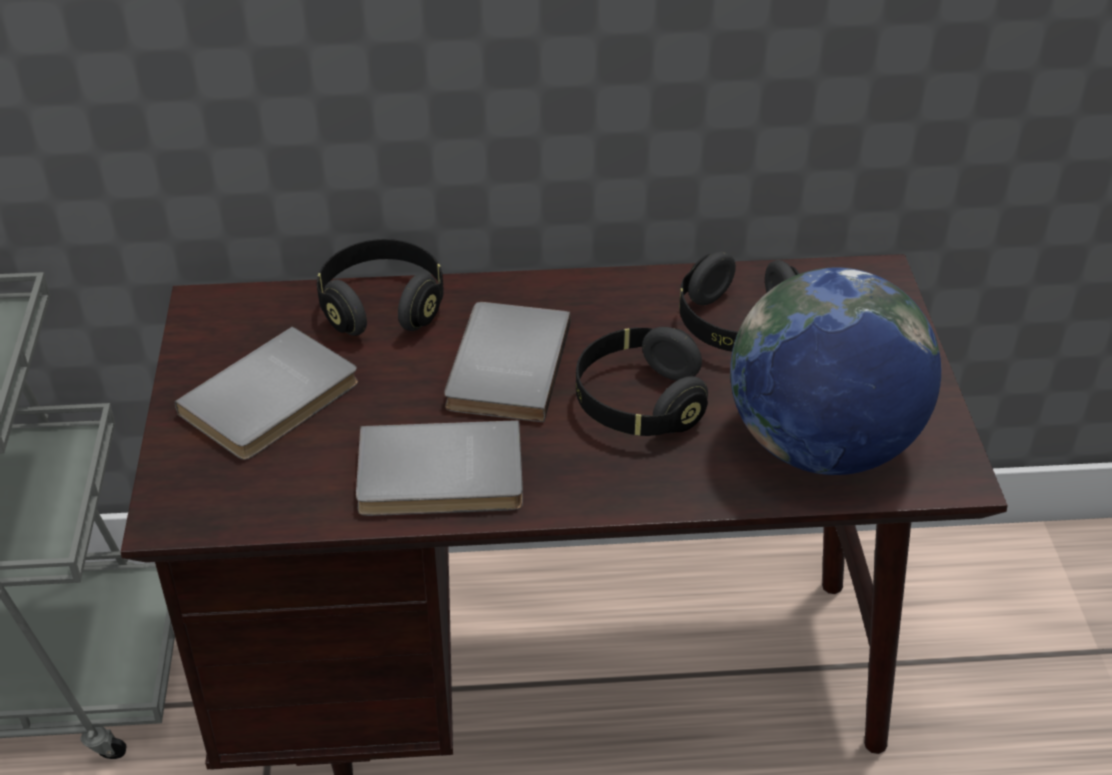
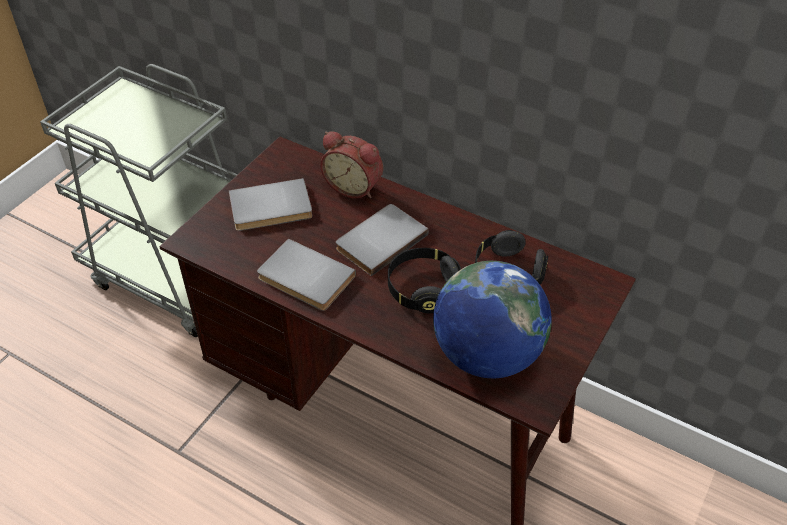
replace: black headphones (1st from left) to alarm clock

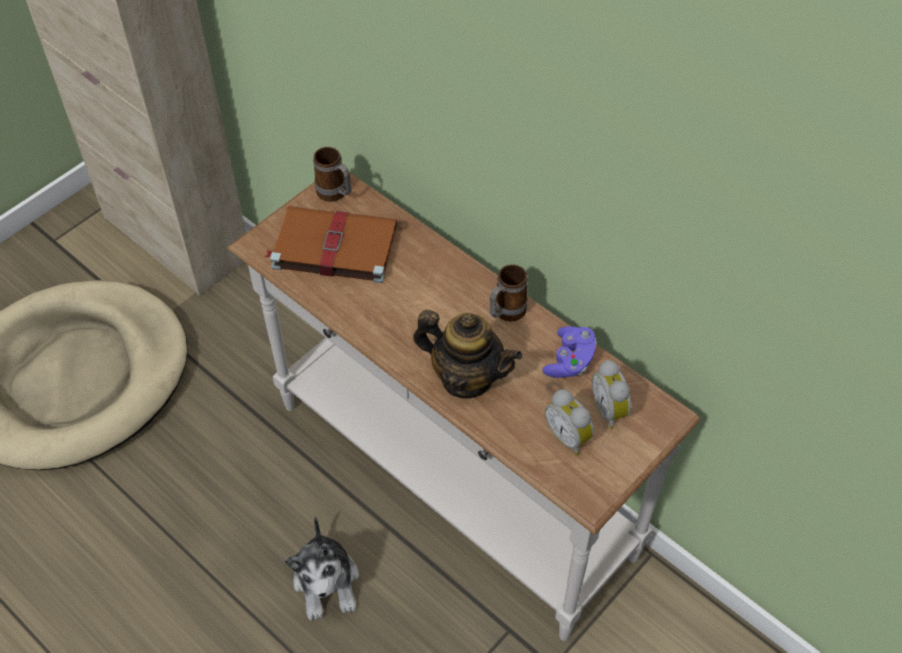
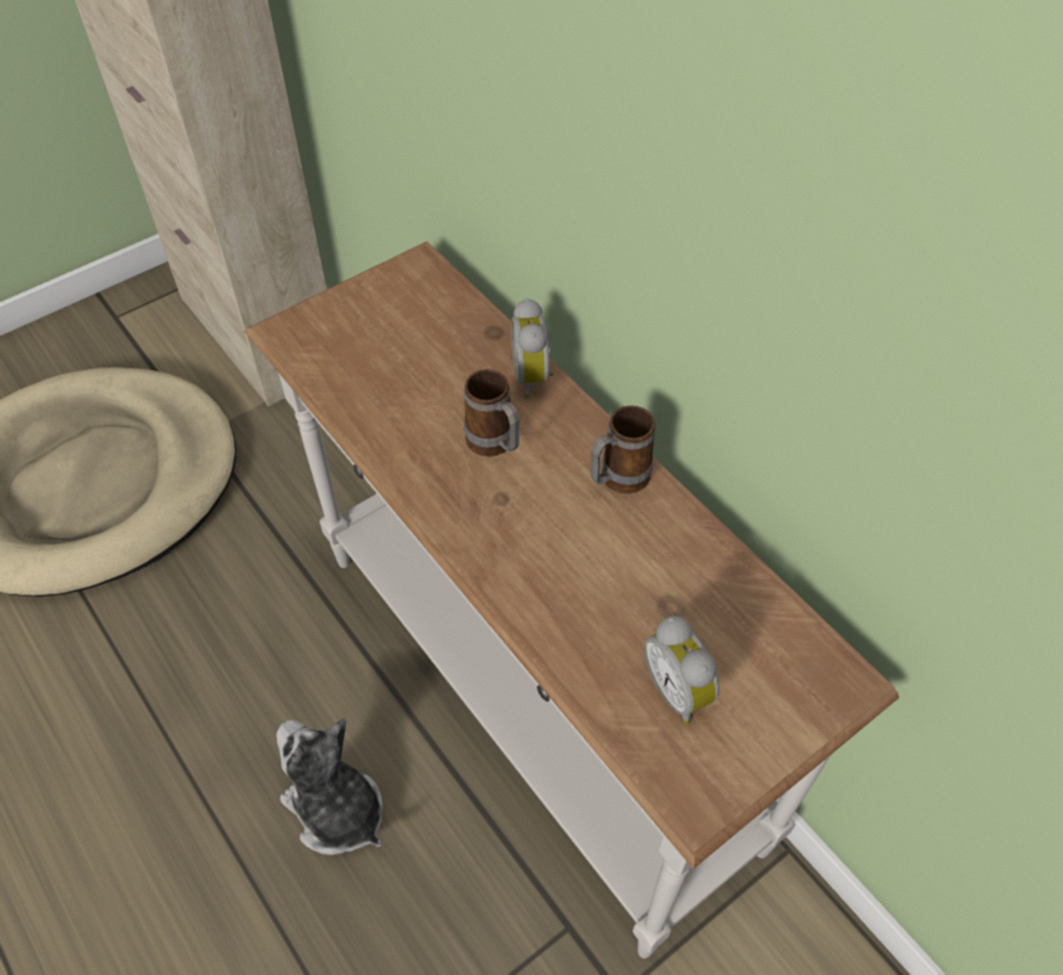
delete: brown book; teapot; purple game controller
move: mug (1st from left); alarm clock (2nd from left in the first image) to alarm clock (1st from left)
rotate: plush toy 135 degrees clockwise

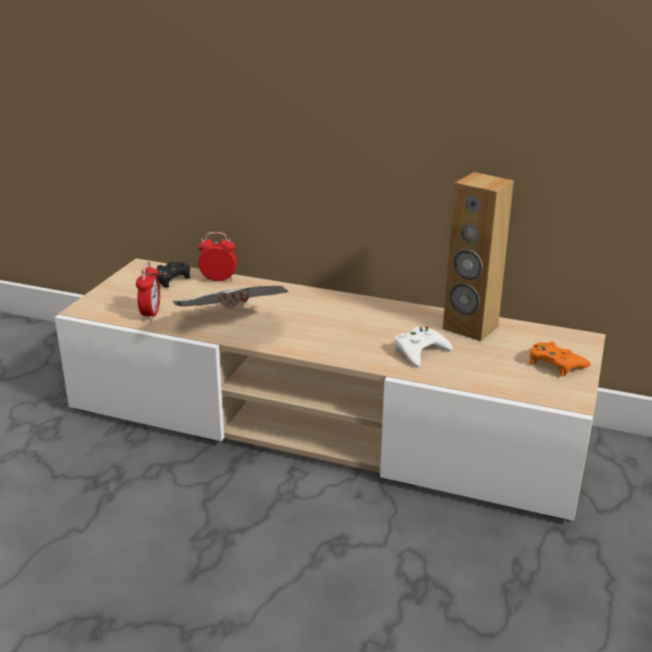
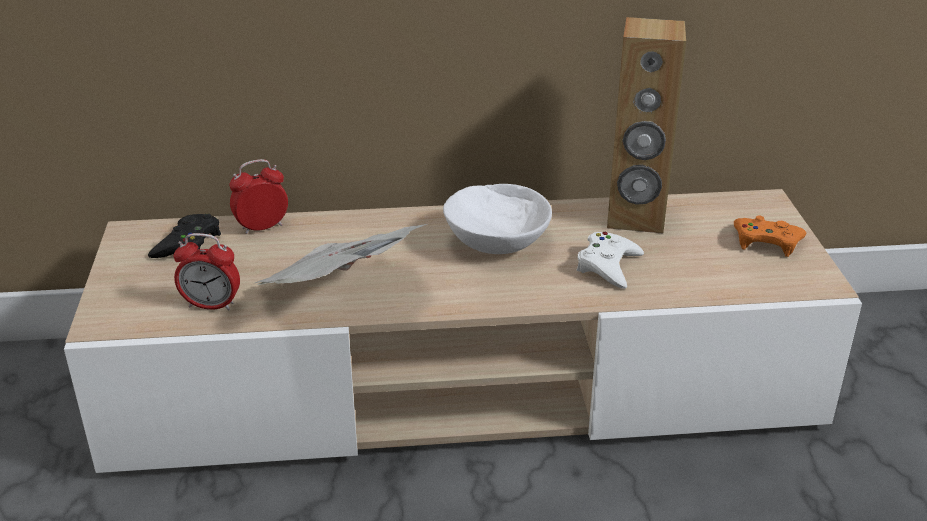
insert: white bowl
rotate: alarm clock (1st from left) 120 degrees clockwise

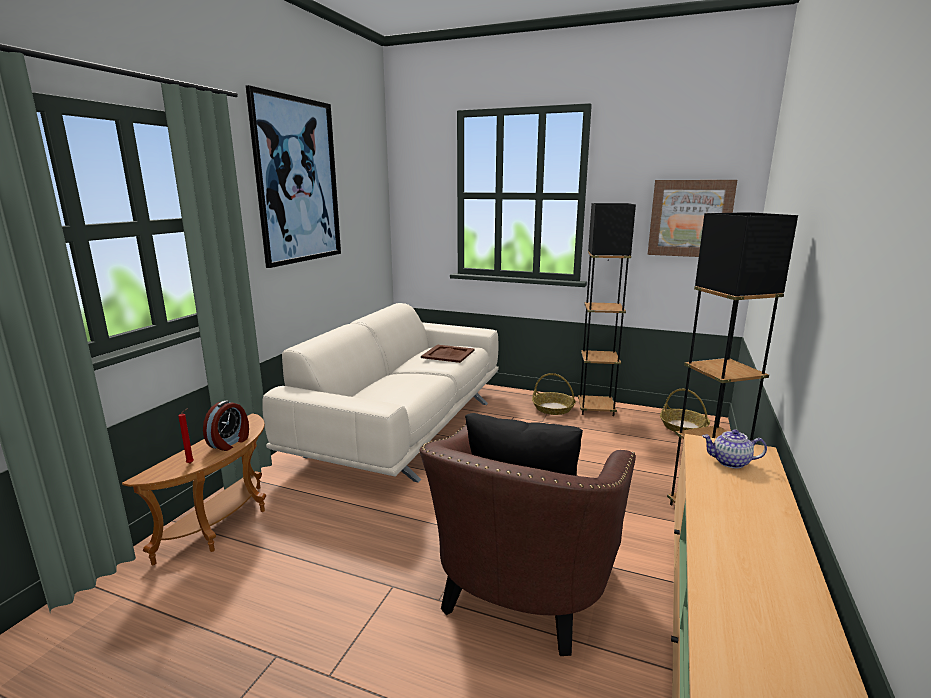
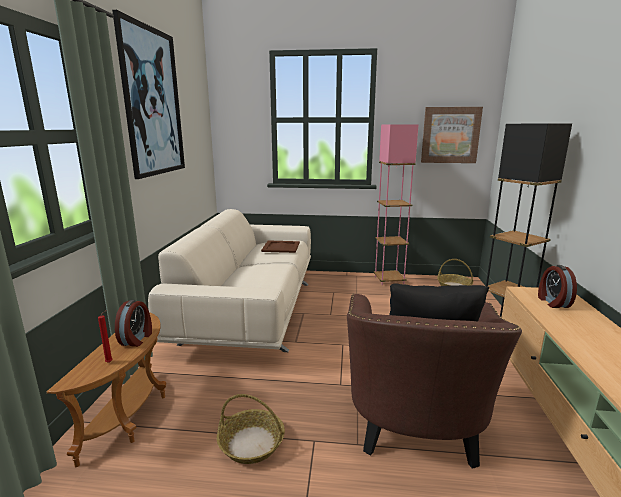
move: basket (1st from left)
replace: teapot to alarm clock (2nd from left)
recolor: black floor lamp (1st from left) to pink floor lamp

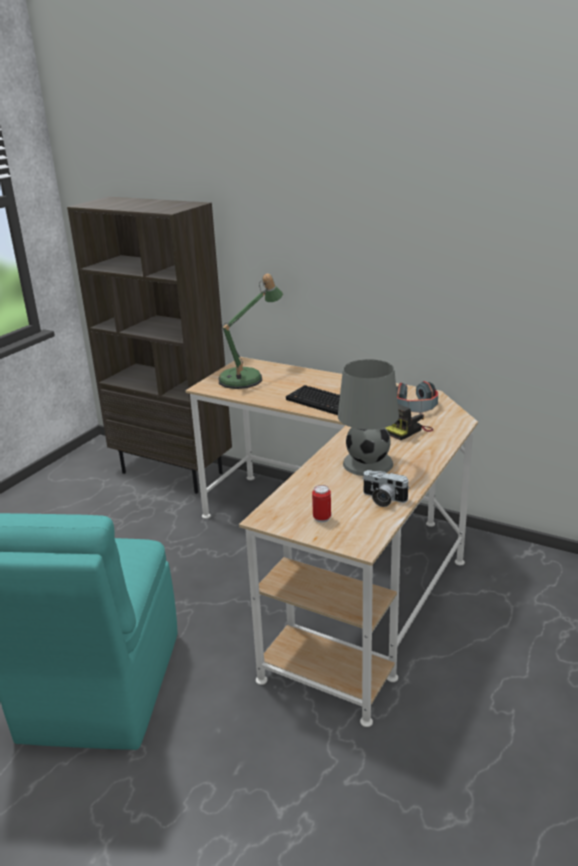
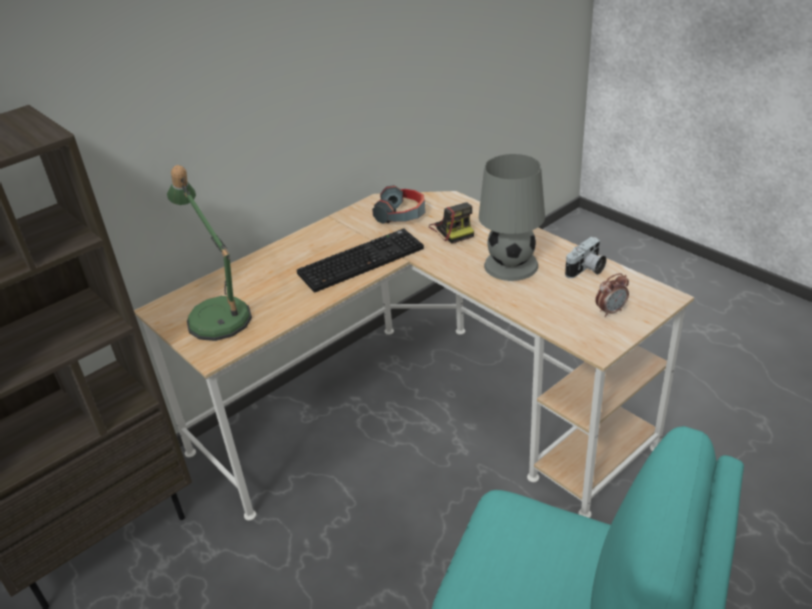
replace: can to alarm clock

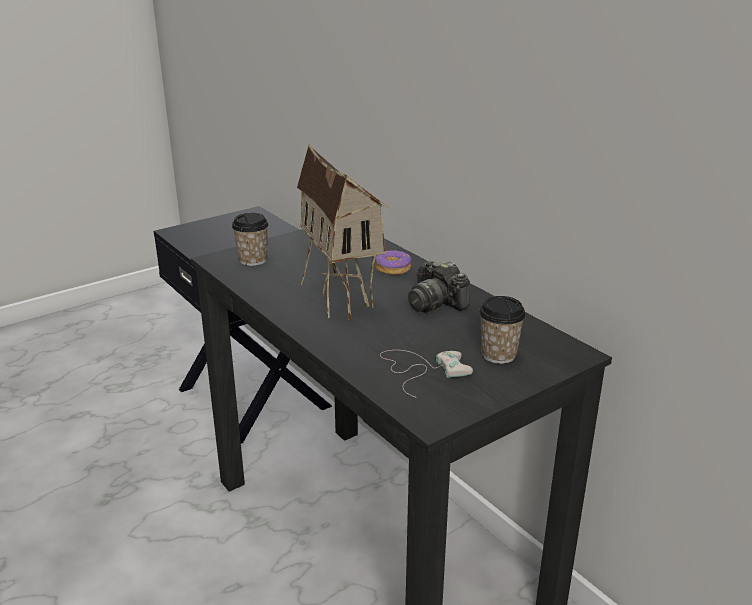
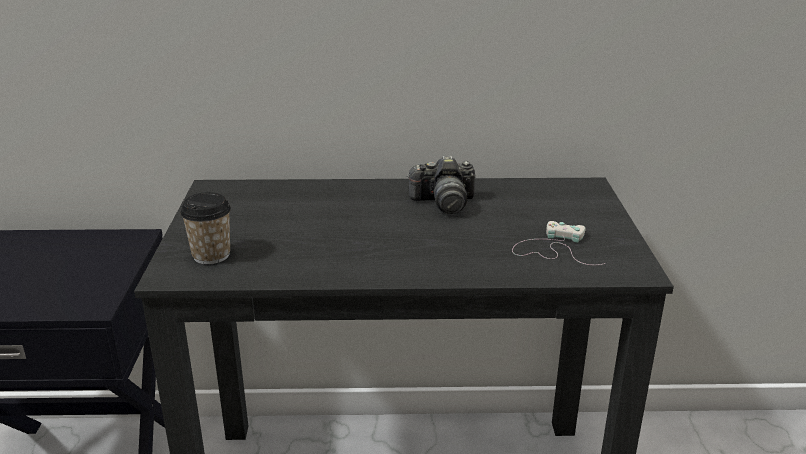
delete: toy house; donut; cup (2nd from left)

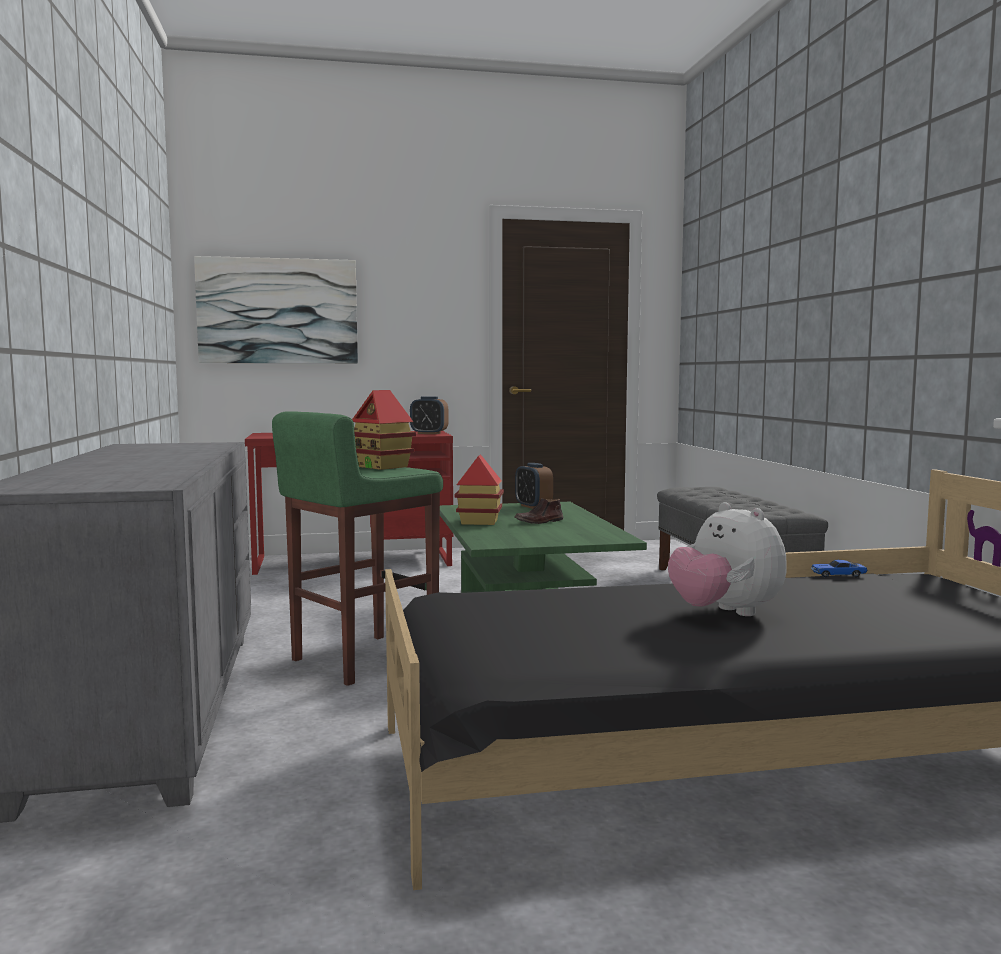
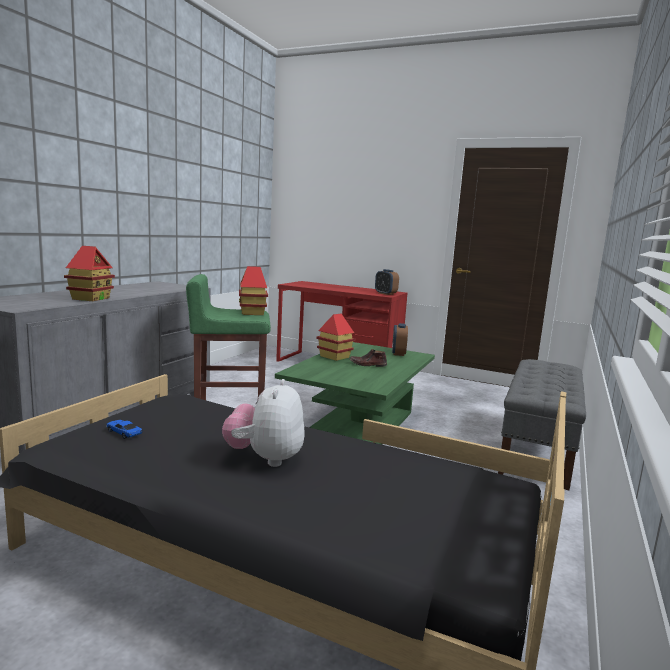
delete: picture
insert: toy house (1st from left)
move: toy car

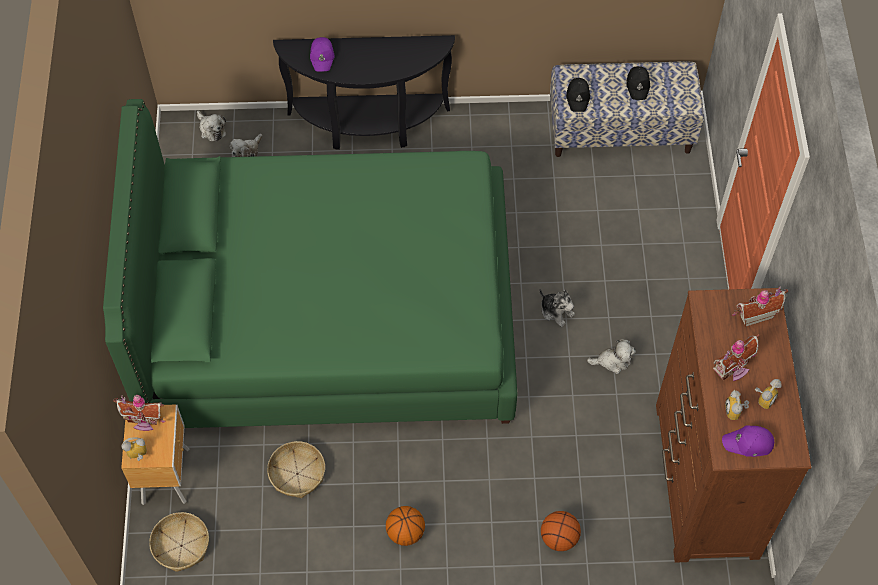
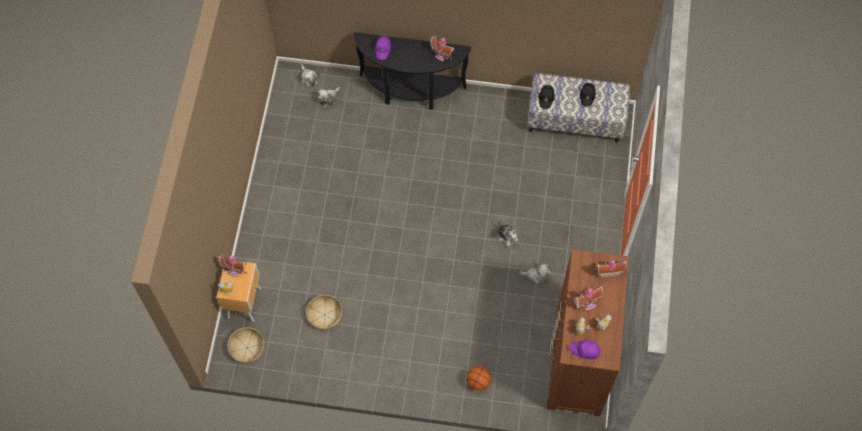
delete: green bed; basketball (1st from left)
insert: toy house (2nd from left)

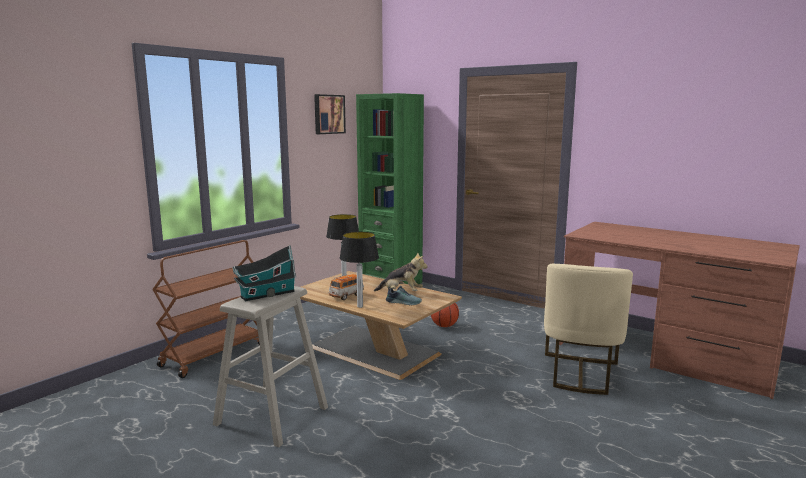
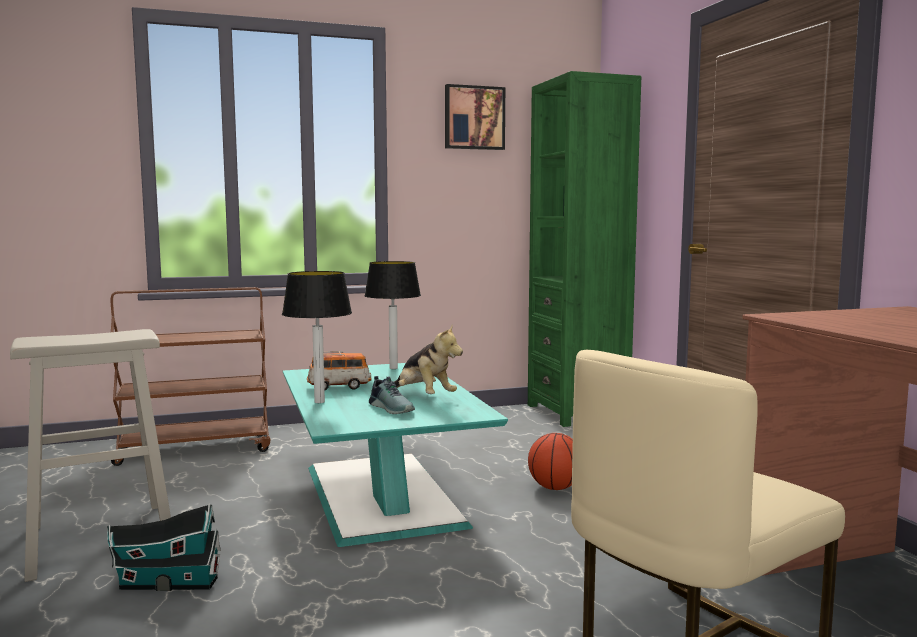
move: toy house
recolor: brown coffee table to turquoise coffee table

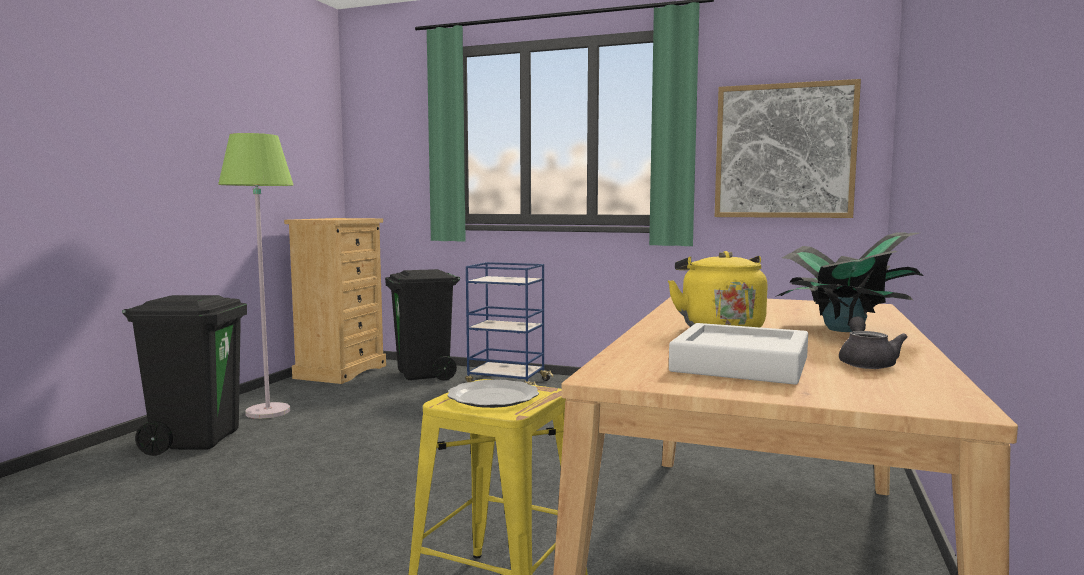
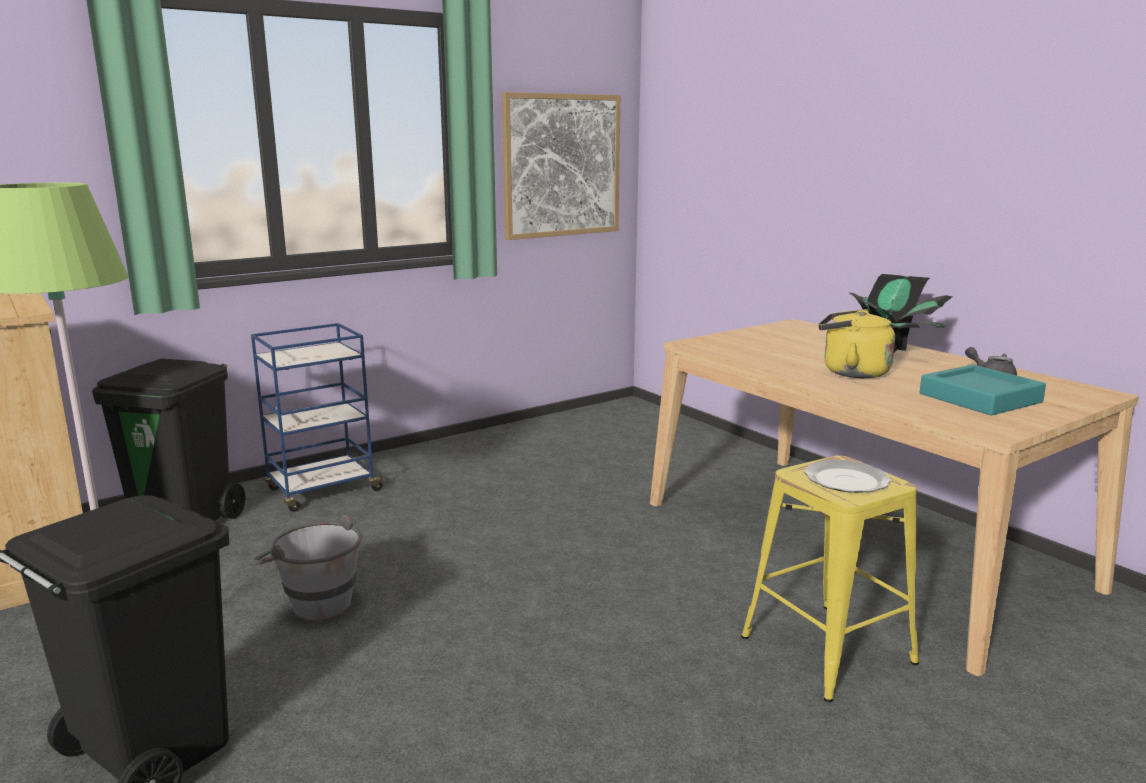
insert: grey bucket
recolor: white tray to turquoise tray

